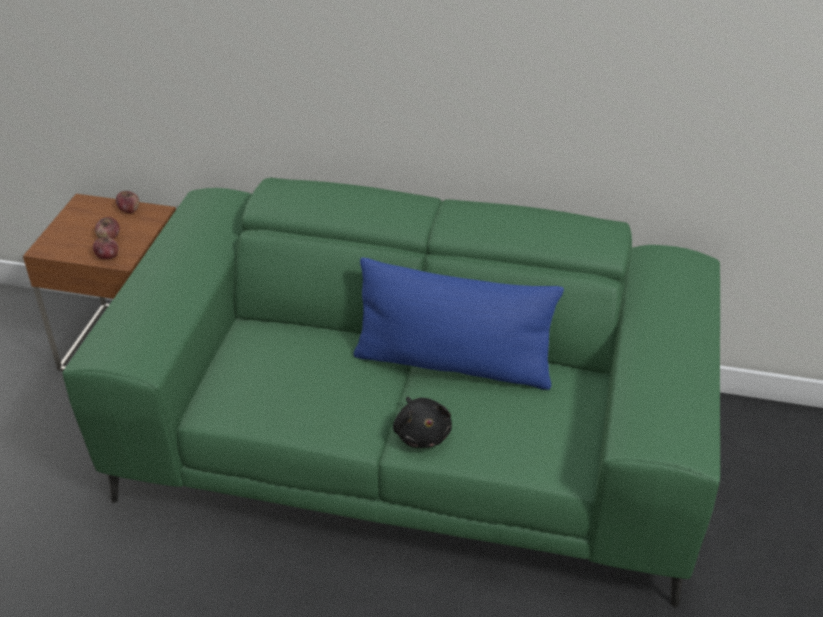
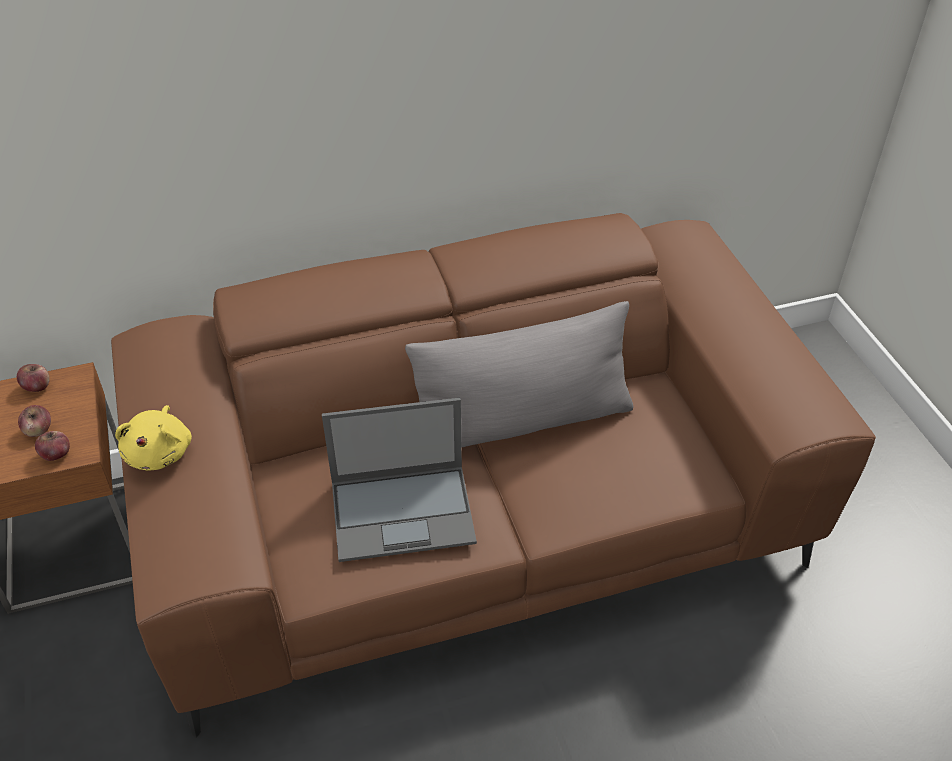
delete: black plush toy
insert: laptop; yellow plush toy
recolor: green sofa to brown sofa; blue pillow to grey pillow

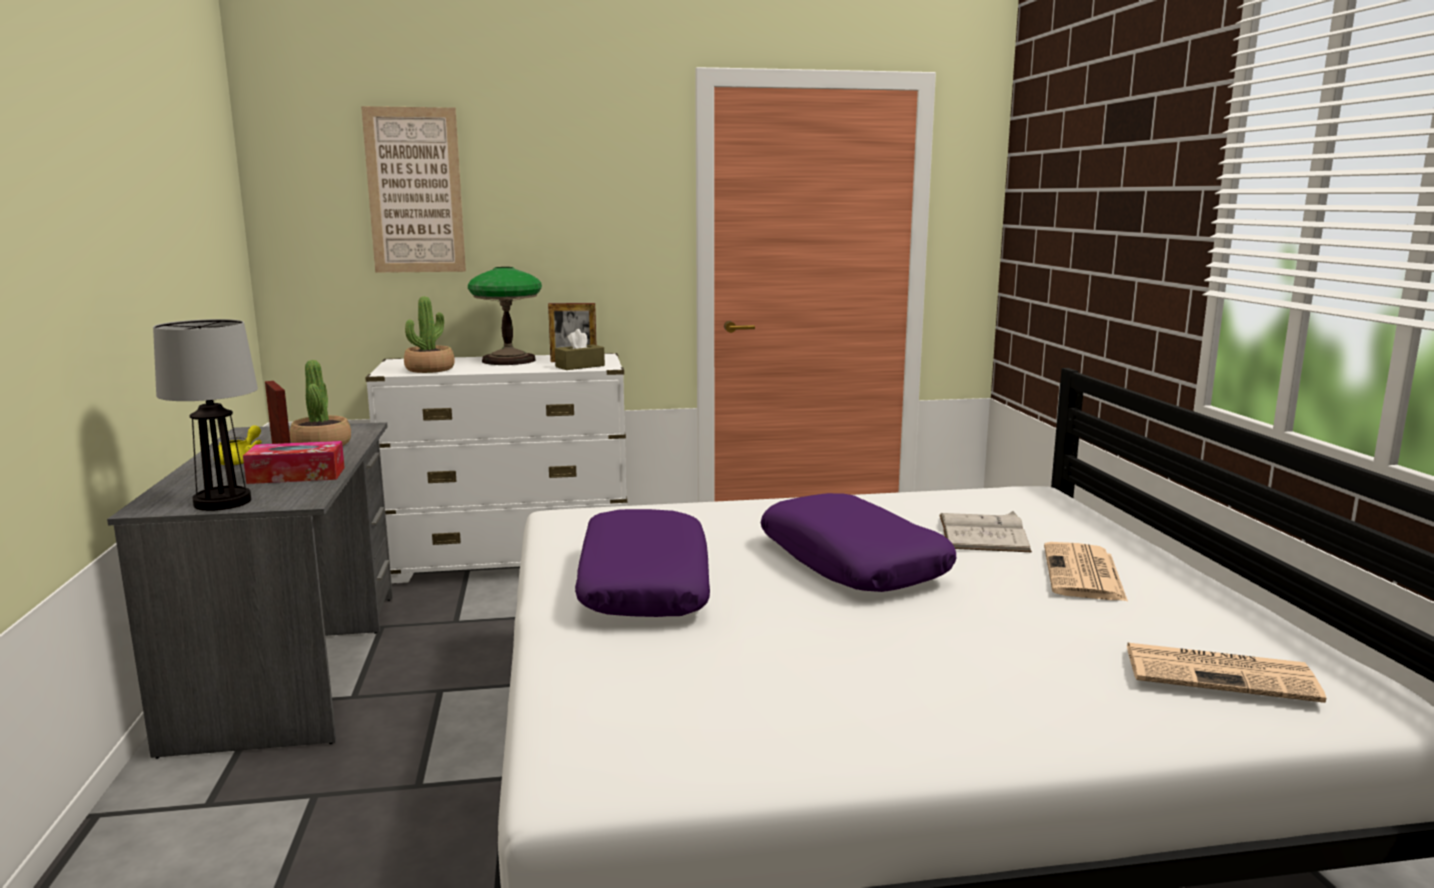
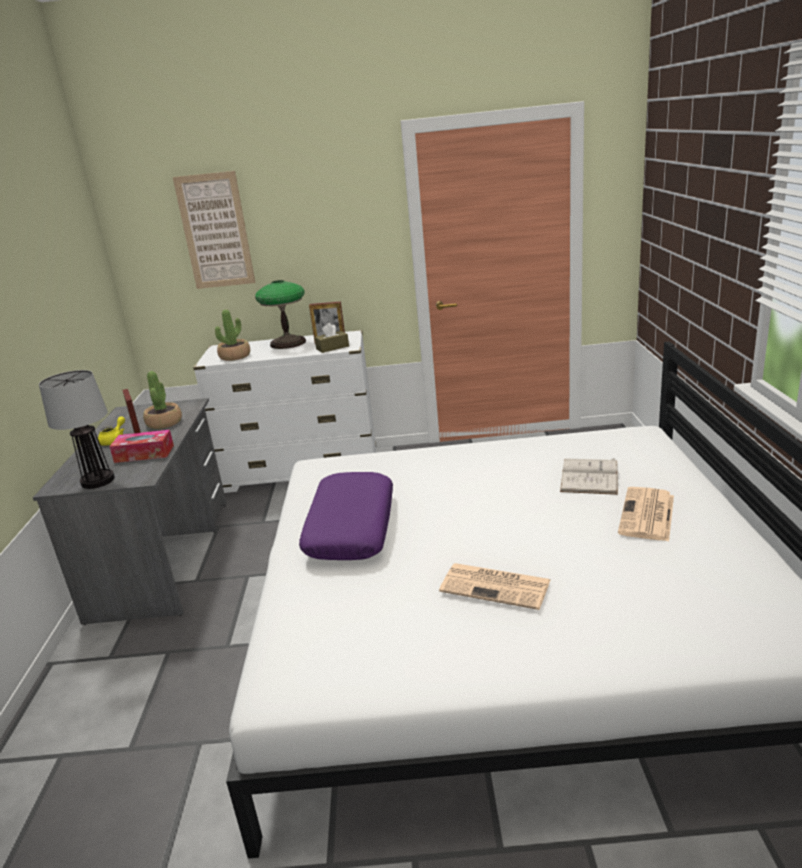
delete: purple pillow (2nd from left)
move: newspaper (2nd from left in the first image) to newspaper (1st from left)

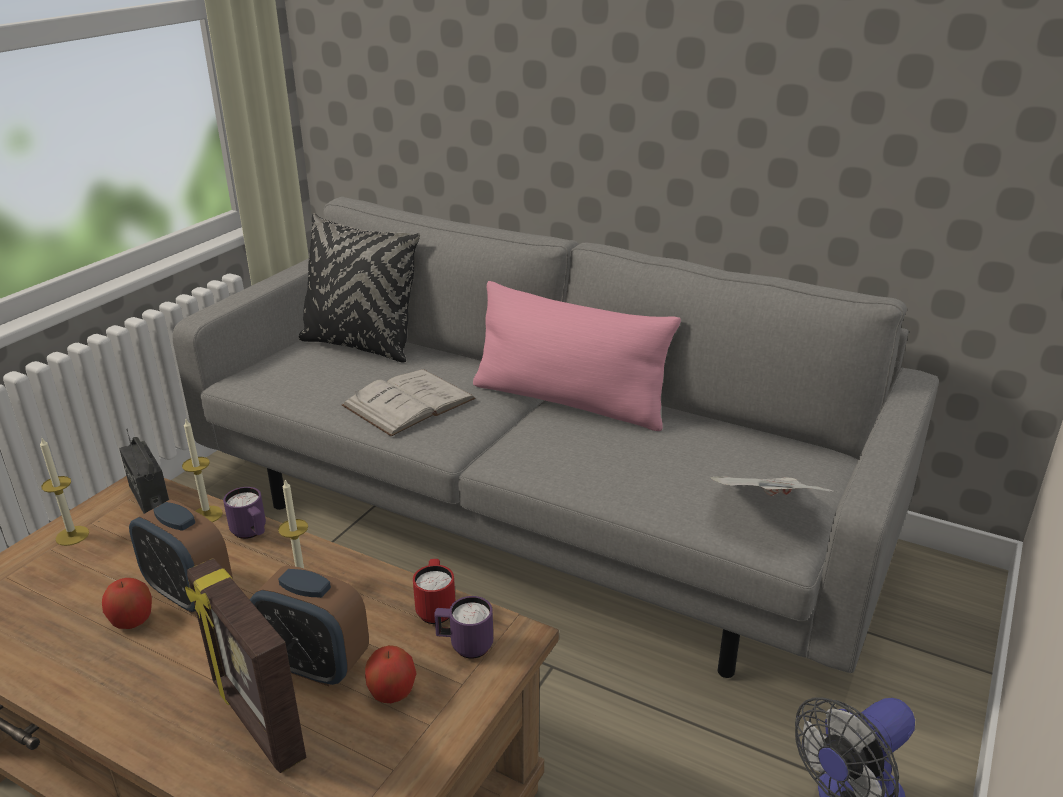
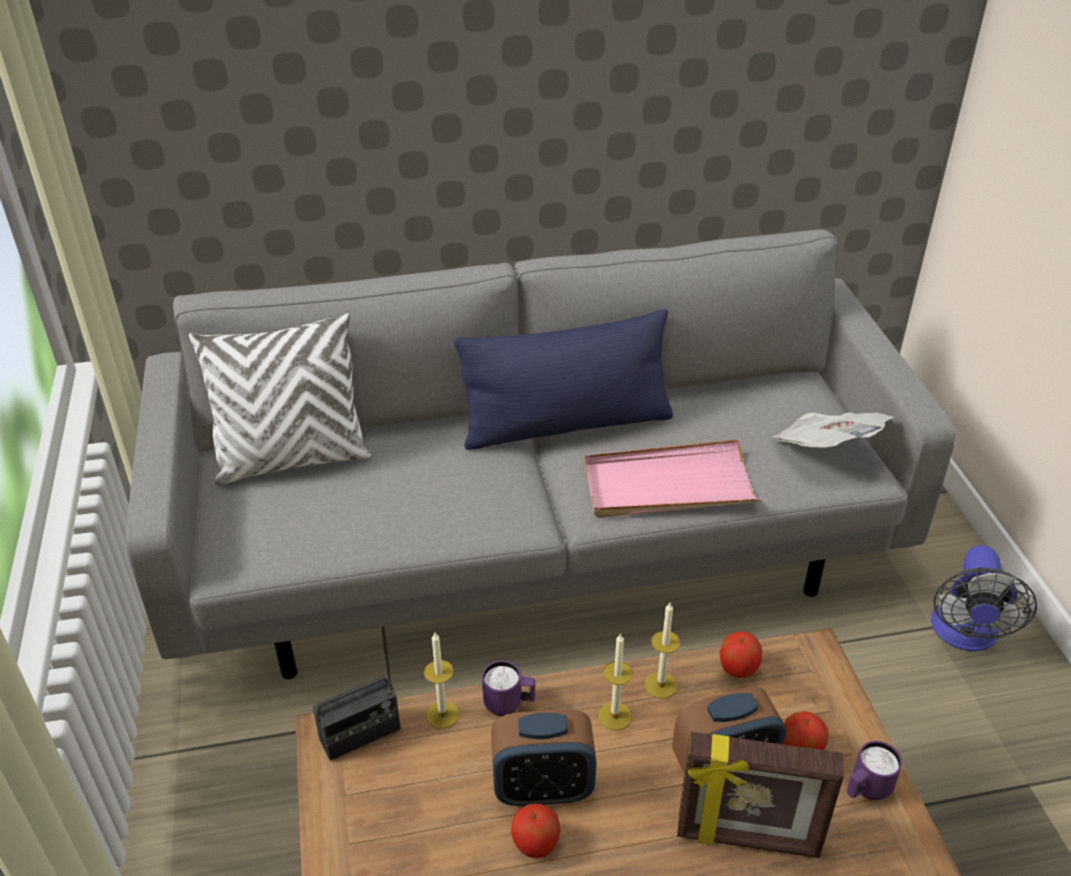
delete: white book
insert: pink tray
move: candle (1st from left in the first image) to candle (3rd from left); purple mug (2nd from left)
replace: red mug to apple (2nd from left)
recolor: black pillow to white pillow; pink pillow to blue pillow
rotate: radio 45 degrees counterclockwise

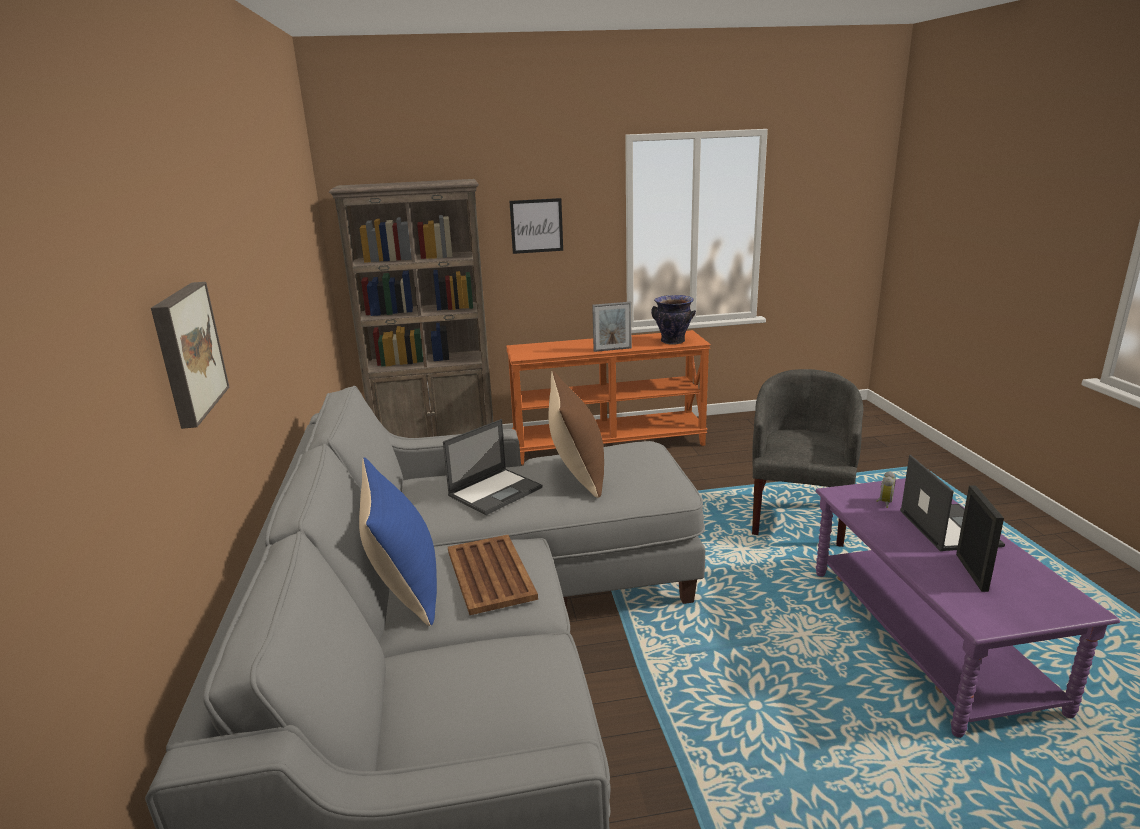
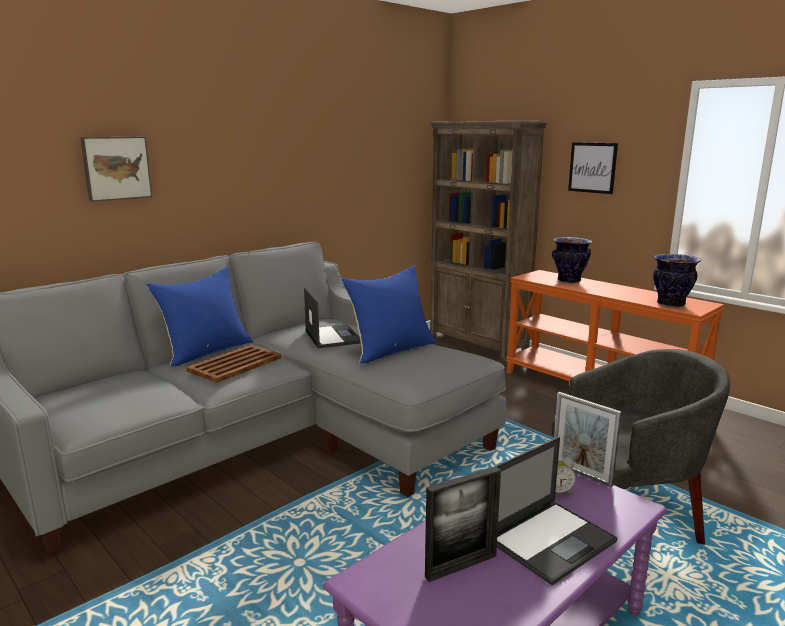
insert: vase (1st from left)
move: picture frame (1st from left in the first image) to picture frame (2nd from left)
recolor: brown pillow to blue pillow (2nd from left)
rotate: laptop (1st from left) 120 degrees counterclockwise

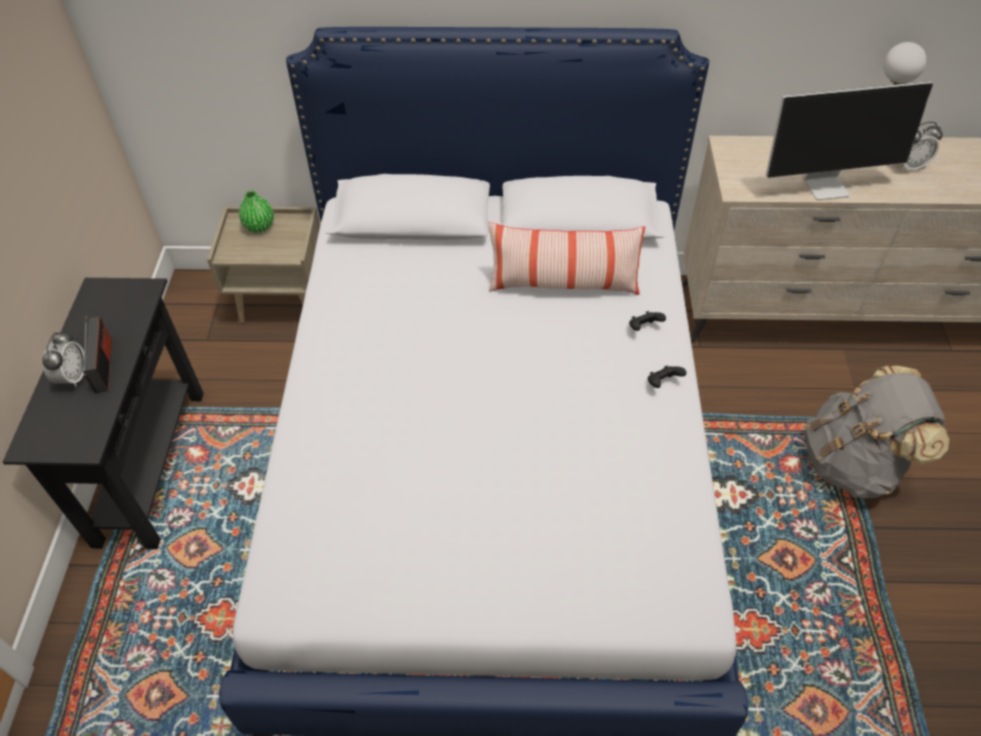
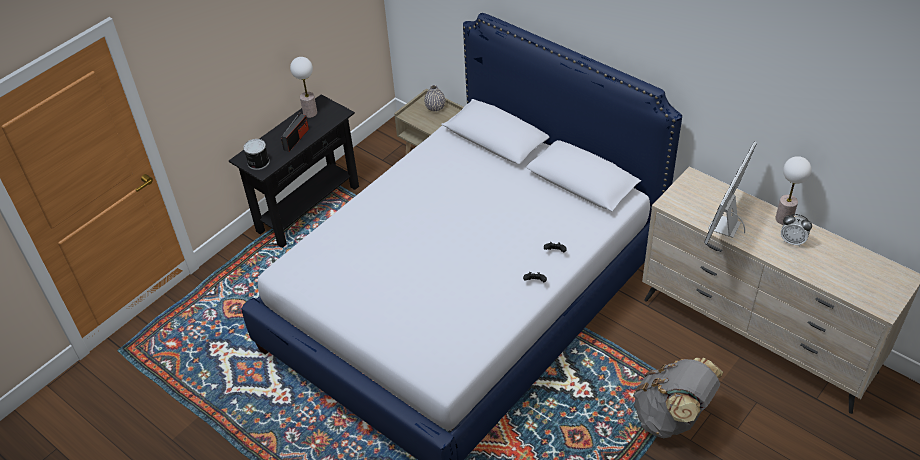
delete: pillow; alarm clock (1st from left)
insert: table lamp (1st from left); can
recolor: green vase to grey vase
rotate: monitor 90 degrees clockwise

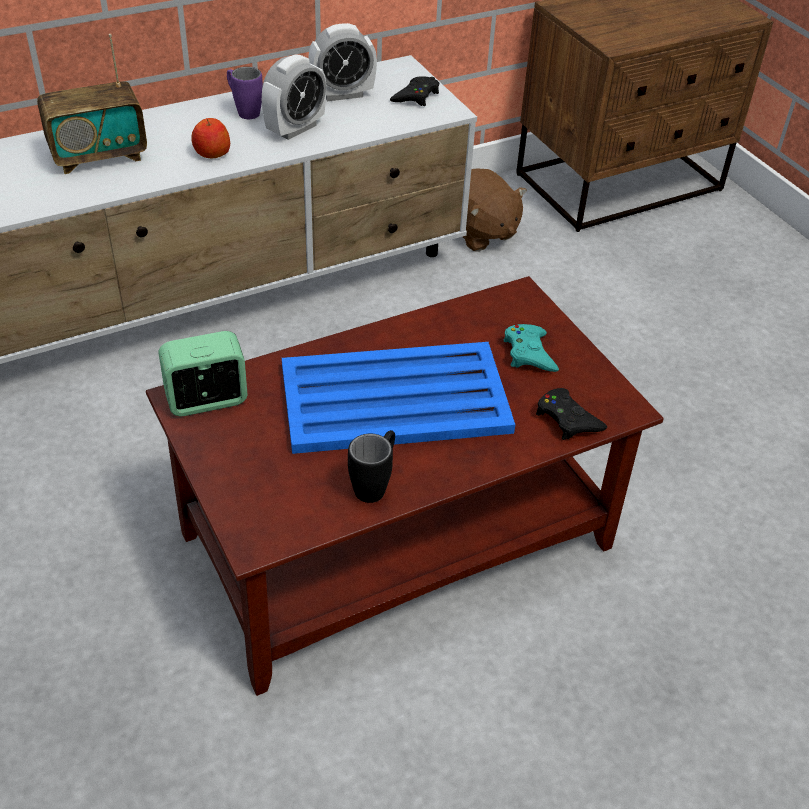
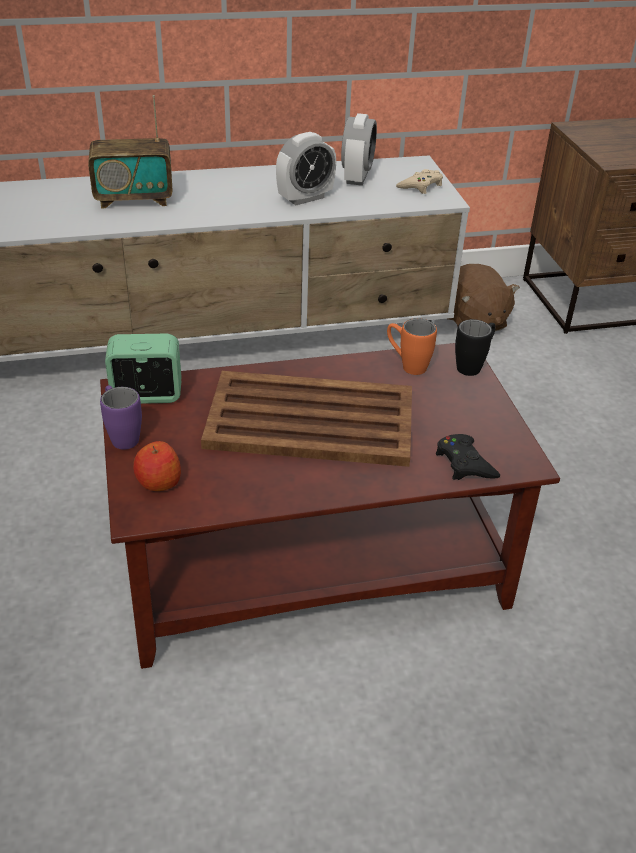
delete: turquoise game controller
insert: orange mug
move: purple mug; apple; black mug
recolor: black game controller (1st from left) to beige game controller; blue tray to brown tray
rotate: alarm clock (3rd from left) 75 degrees counterclockwise

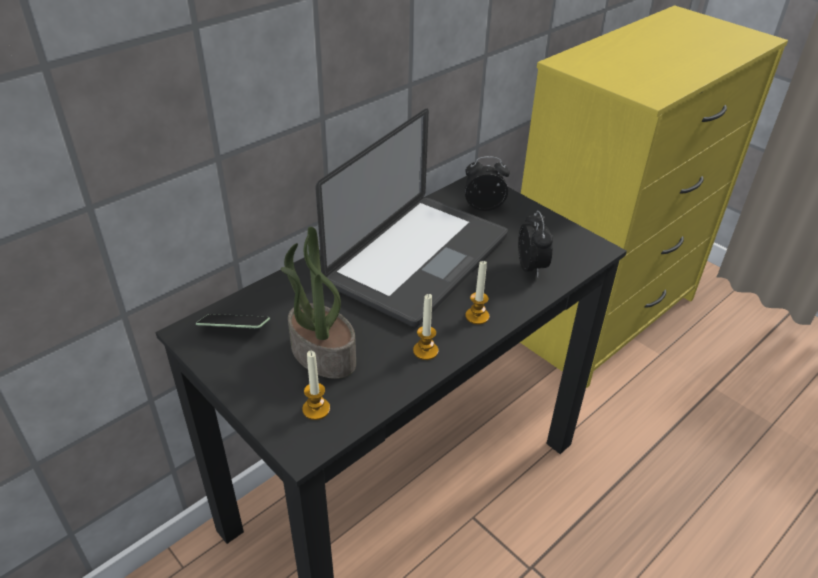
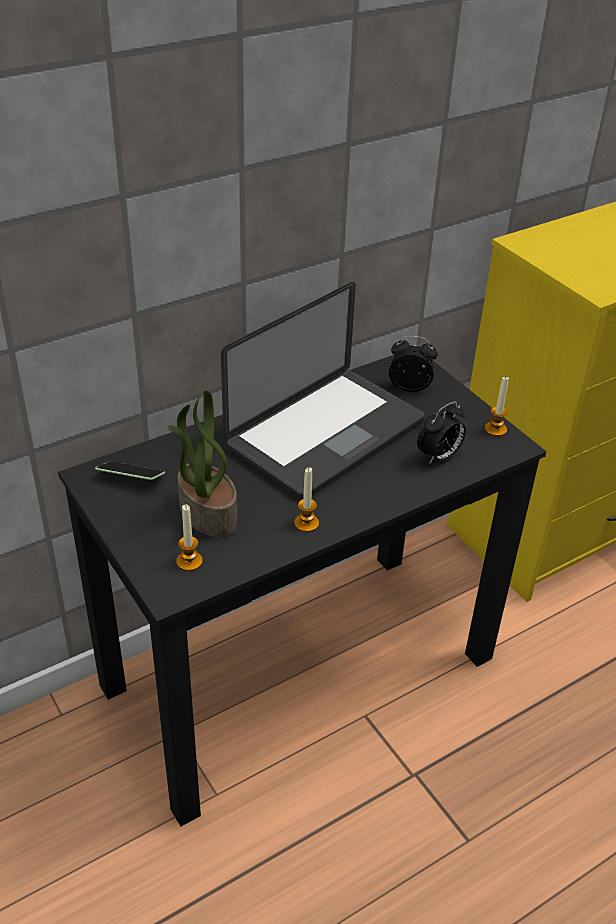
move: candle (3rd from left)
rotate: alarm clock (2nd from left) 45 degrees clockwise

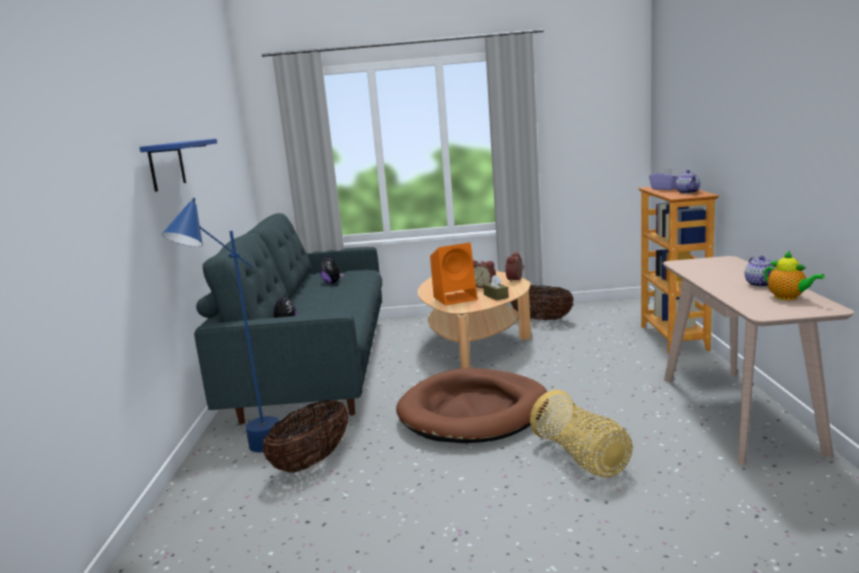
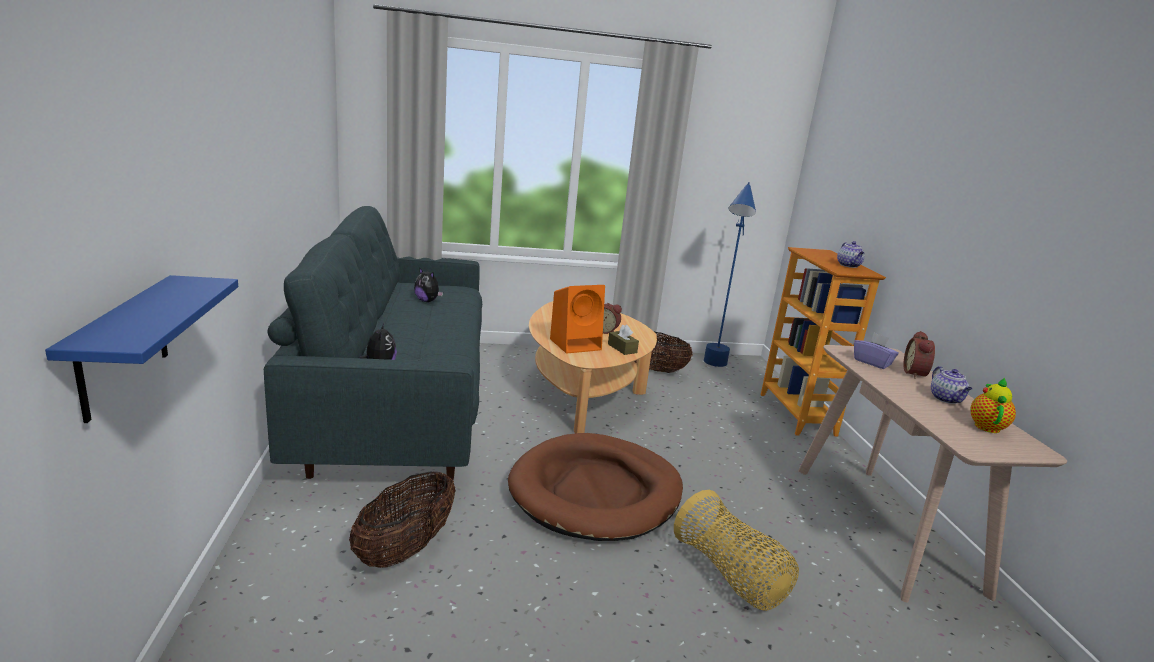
move: blue shelf; purple tissue box; blue floor lamp; alarm clock (2nd from left)
rotate: teapot (3rd from left) 120 degrees counterclockwise

